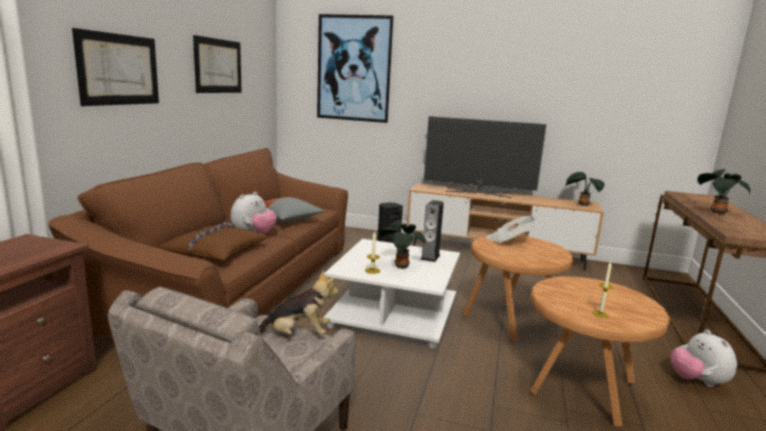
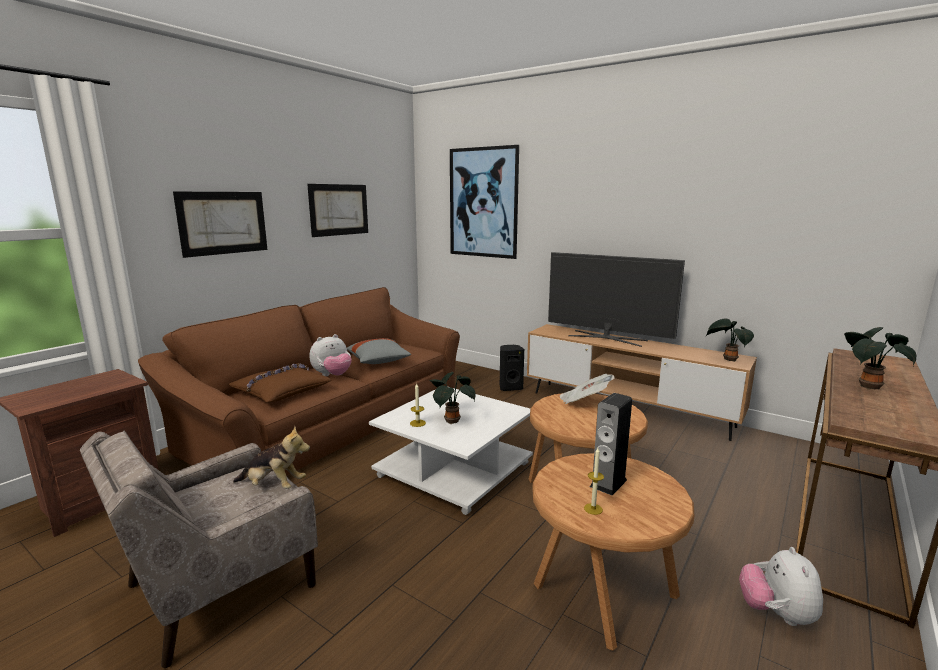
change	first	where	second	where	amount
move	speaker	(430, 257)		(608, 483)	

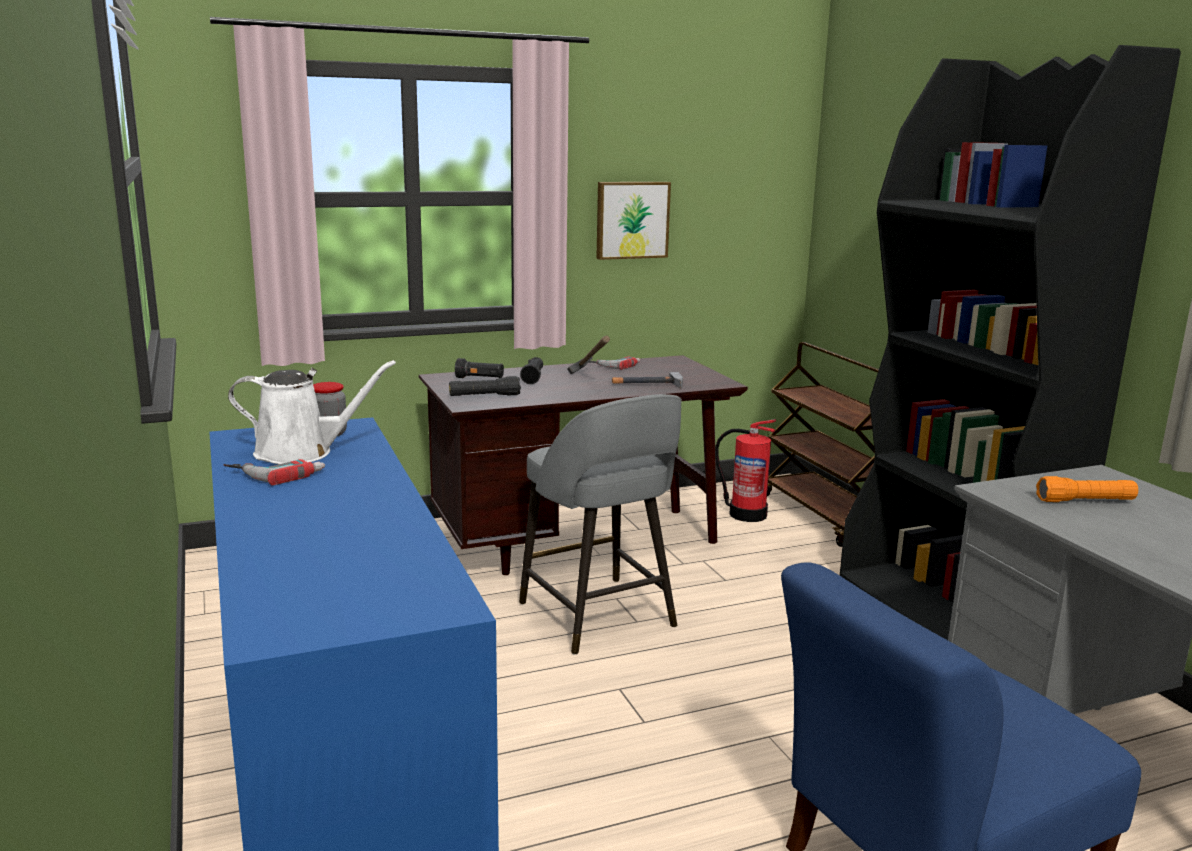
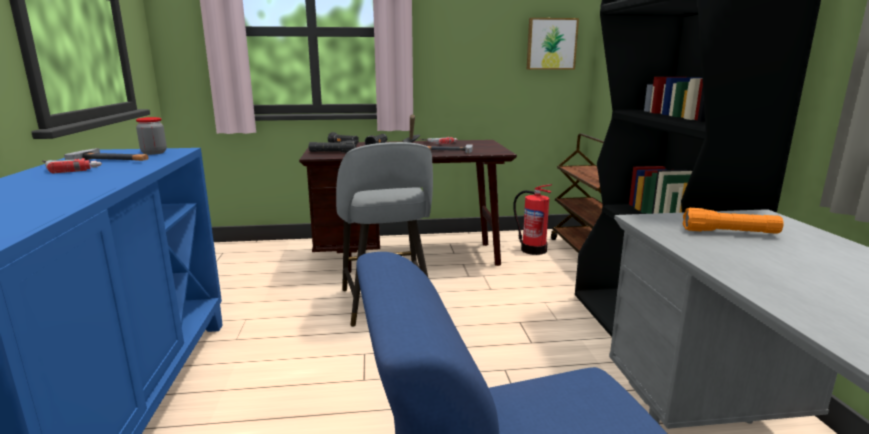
change	first	where	second	where	amount
replace	watering can in white	(301, 452)	hammer	(114, 160)	
move	picture	(631, 220)		(551, 44)	

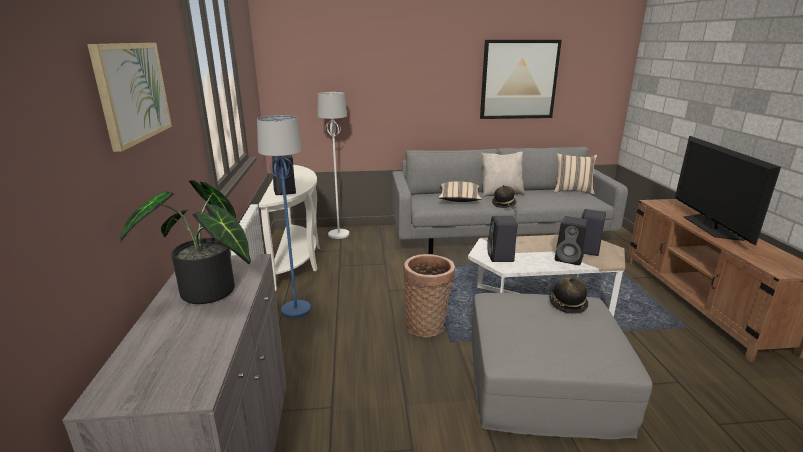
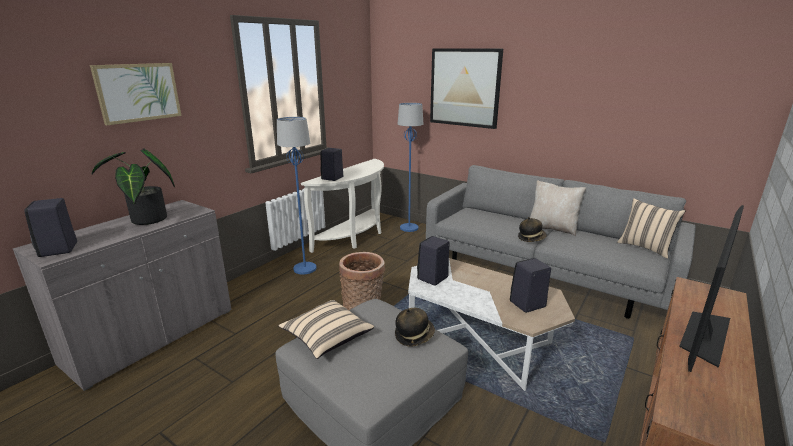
change	first	where	second	where	amount
recolor	floor lamp in white	(338, 234)	floor lamp in blue	(409, 228)	
move	pillow in beige	(459, 200)		(327, 338)	
move	picture	(519, 80)		(465, 87)	
move	speaker in black	(570, 259)		(58, 250)	

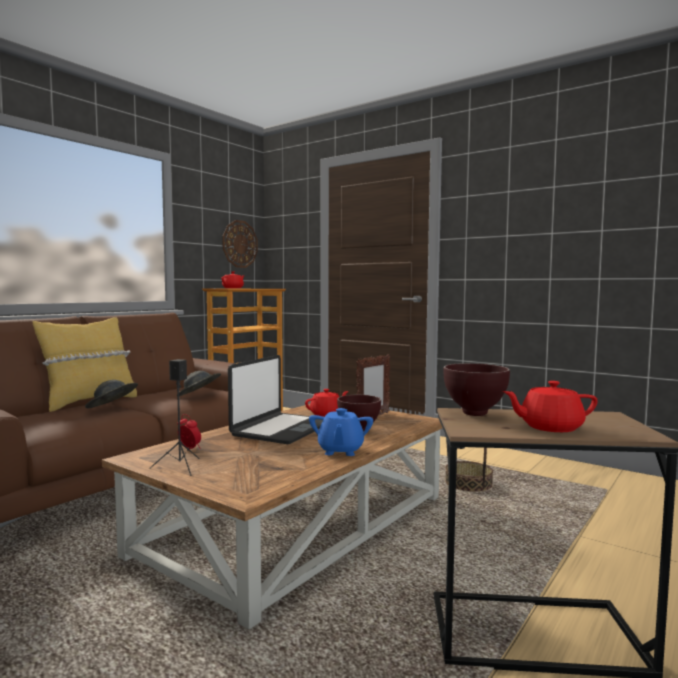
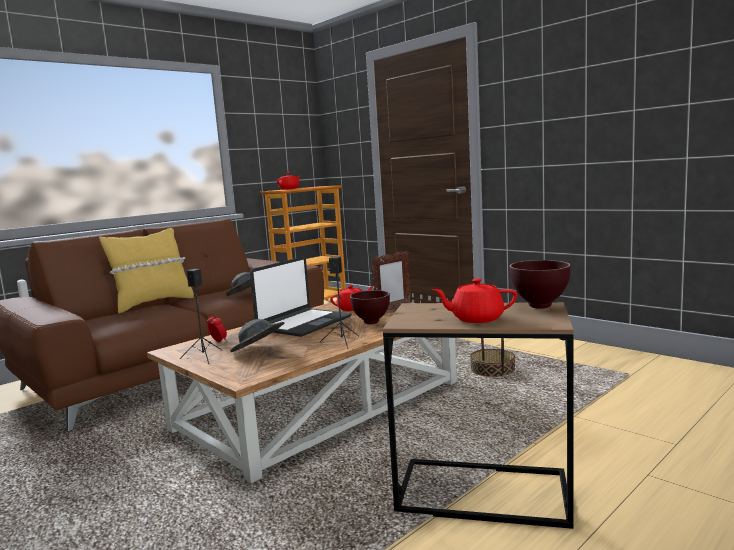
change	first	where	second	where	amount
move	hat in grey	(112, 408)		(258, 351)	
delete	wall clock	(240, 244)			
replace	teapot in blue	(340, 451)	speaker in black	(342, 341)	
move	bowl in brown	(476, 414)		(541, 306)	

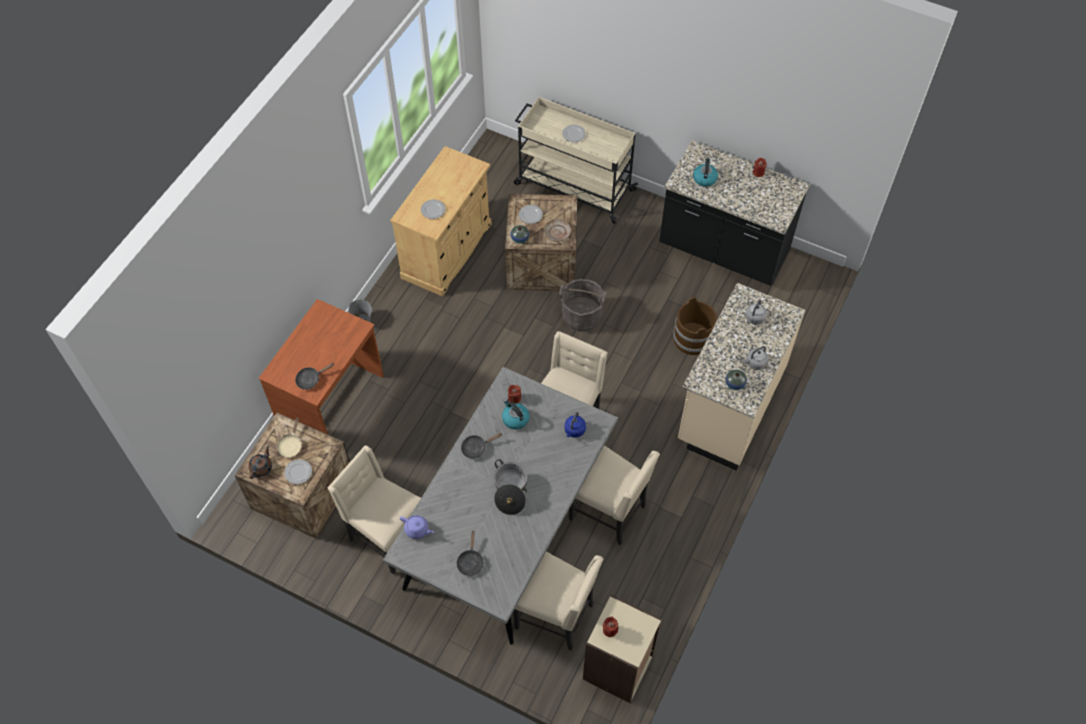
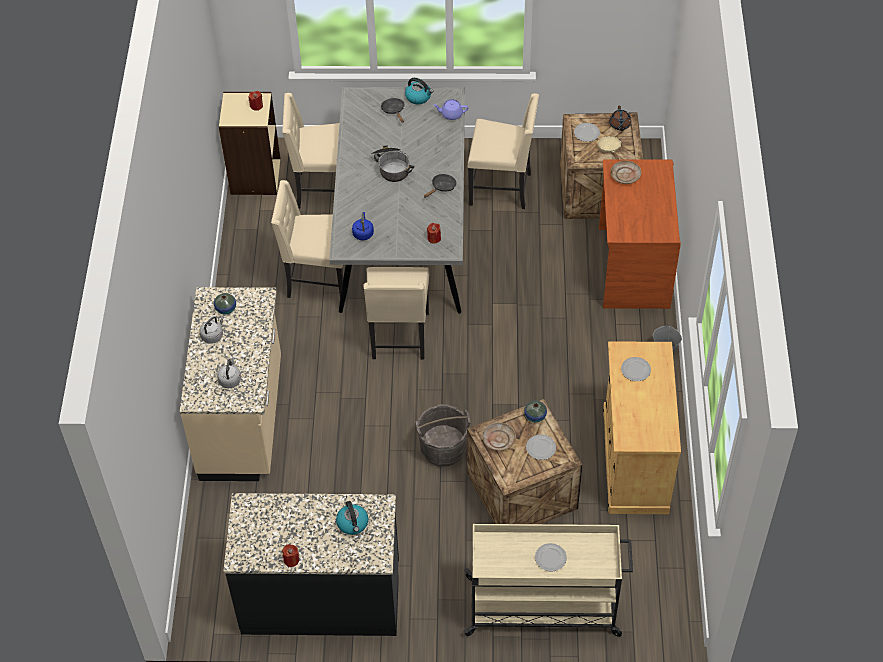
change	first	where	second	where	amount
replace	frying pan in black	(311, 379)	plate in beige	(625, 175)	
move	kettle	(515, 419)		(418, 97)	
delete	bucket in brown	(693, 339)			

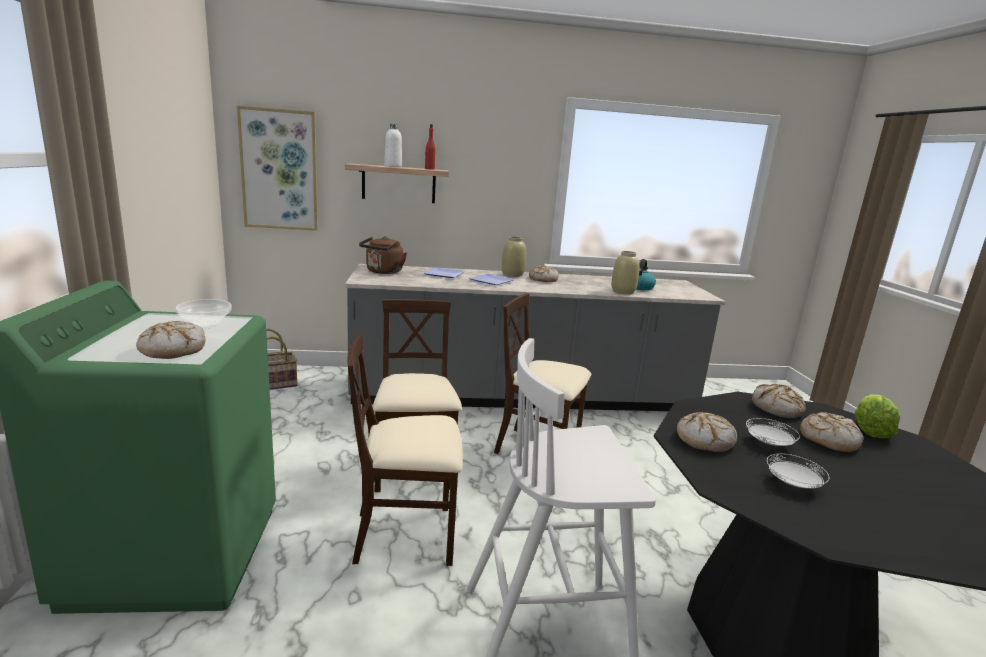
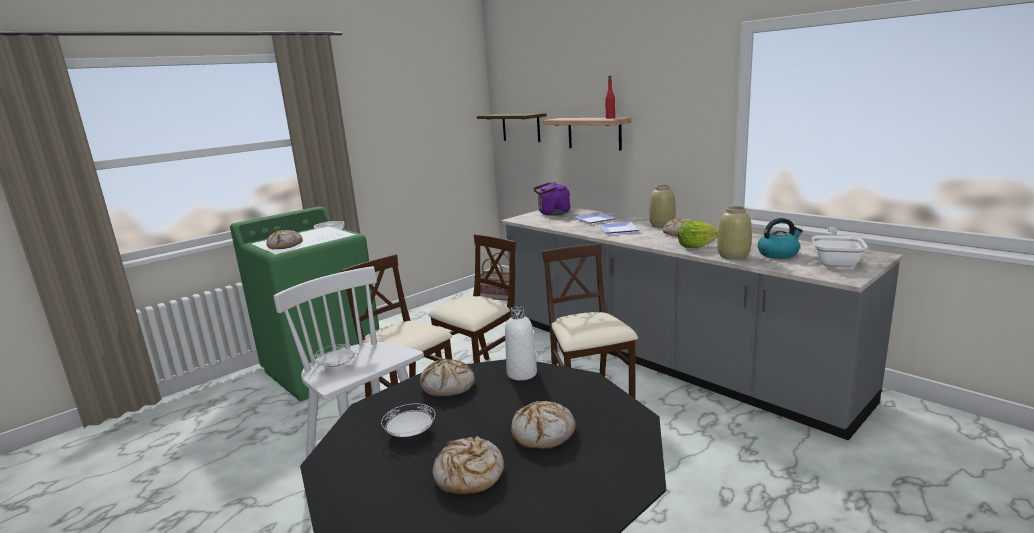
change	first	where	second	where	amount
replace	picture	(279, 170)	shelf	(521, 127)	
recolor	kettle in brown	(383, 272)	kettle in purple	(552, 213)	
move	bottle in white	(393, 166)		(522, 373)	
move	plate in white	(768, 444)		(336, 365)	
move	bread	(777, 409)		(469, 475)	
move	lettuce	(870, 430)		(696, 246)	
insert			frying pan	(836, 262)	

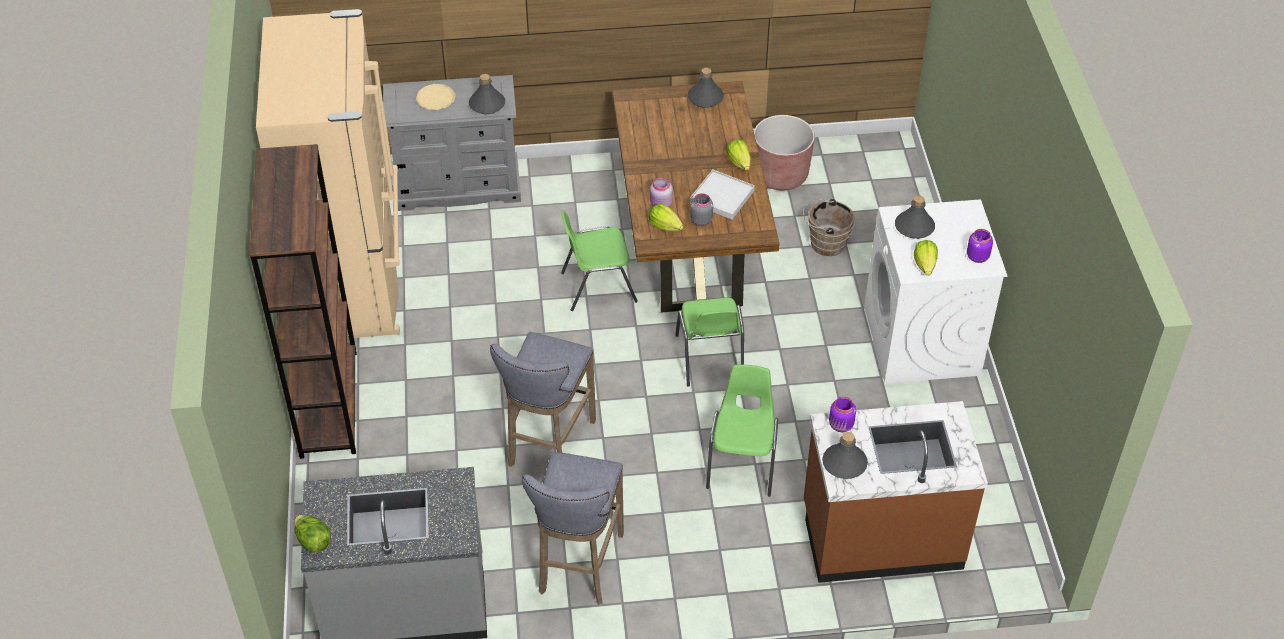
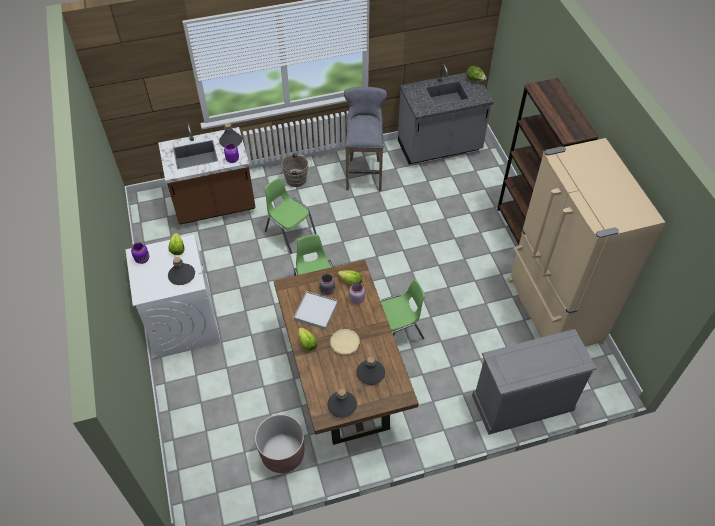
change	first	where	second	where	amount
move	plate in beige	(436, 99)		(345, 343)	
move	bottle in grey	(487, 104)		(370, 373)	
delete	stool in grey	(549, 446)			
rotate	chair in green	(743, 462)		(289, 232)	135 degrees clockwise
move	bucket in brown	(825, 243)		(298, 180)	

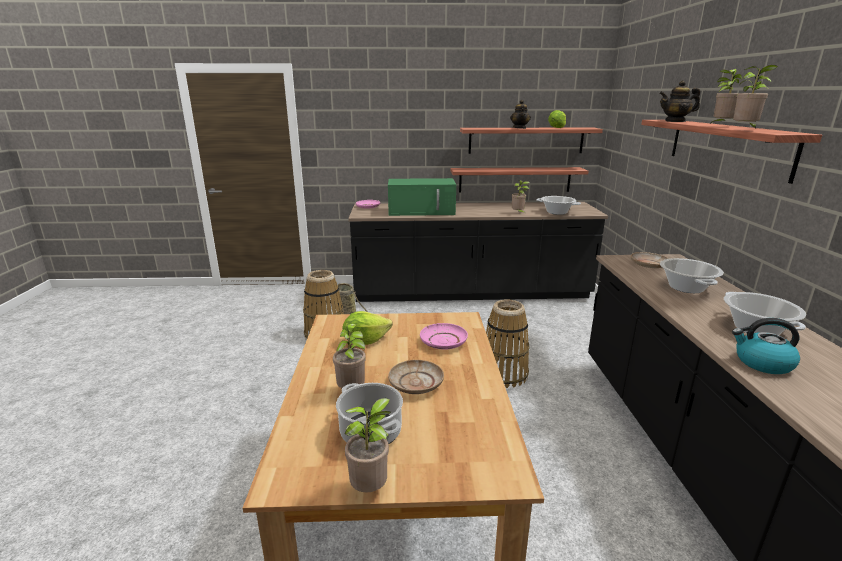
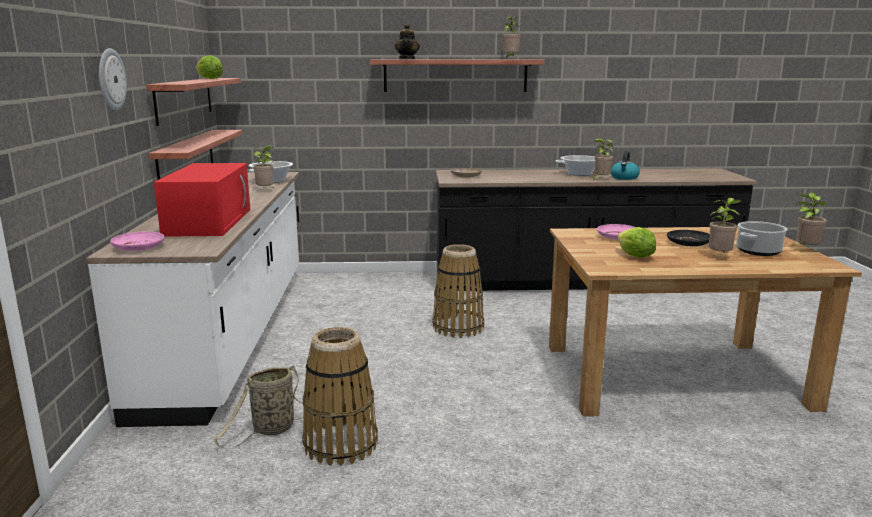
change	first	where	second	where	amount
recolor	counter in black	(471, 293)	counter in white	(233, 332)	
recolor	microwave in green	(422, 211)	microwave in red	(209, 221)	
recolor	plate in beige	(416, 383)	plate in black	(688, 243)	
delete	teapot	(519, 128)			
delete	cooking pot	(686, 288)			
move	potted plant	(721, 126)		(601, 180)	
insert			wall clock	(110, 79)	

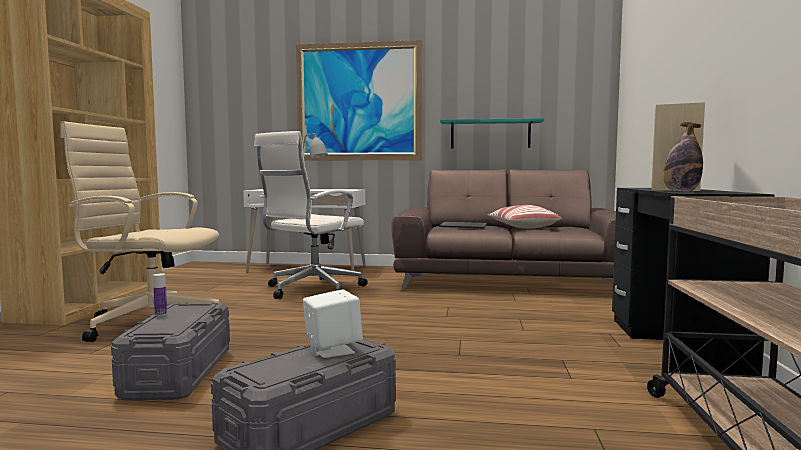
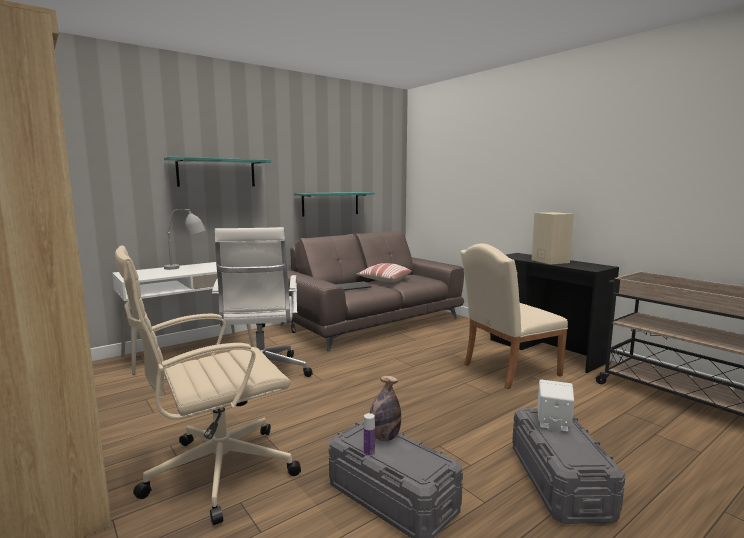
change	first	where	second	where	amount
replace	picture	(358, 102)	shelf in turquoise	(216, 173)	
move	bottle	(681, 191)		(384, 437)	
insert			chair in beige	(506, 371)	

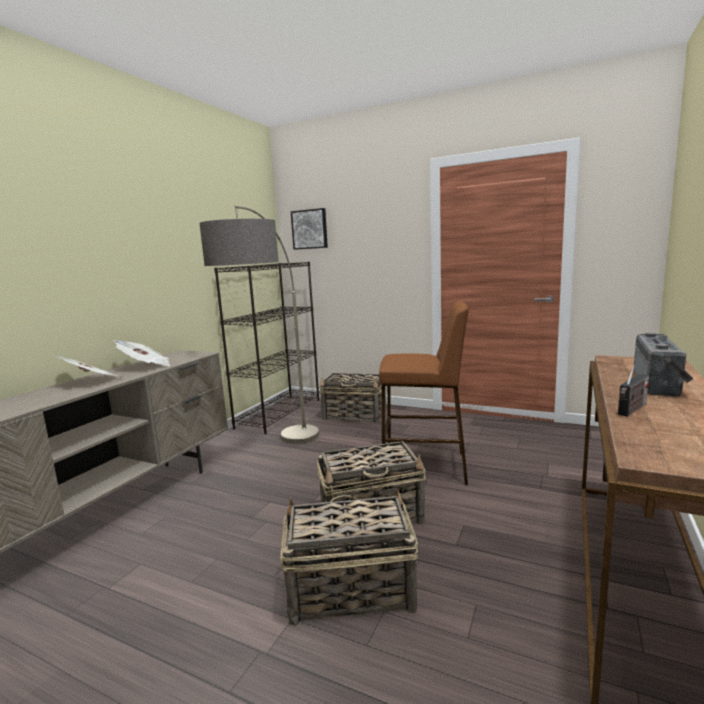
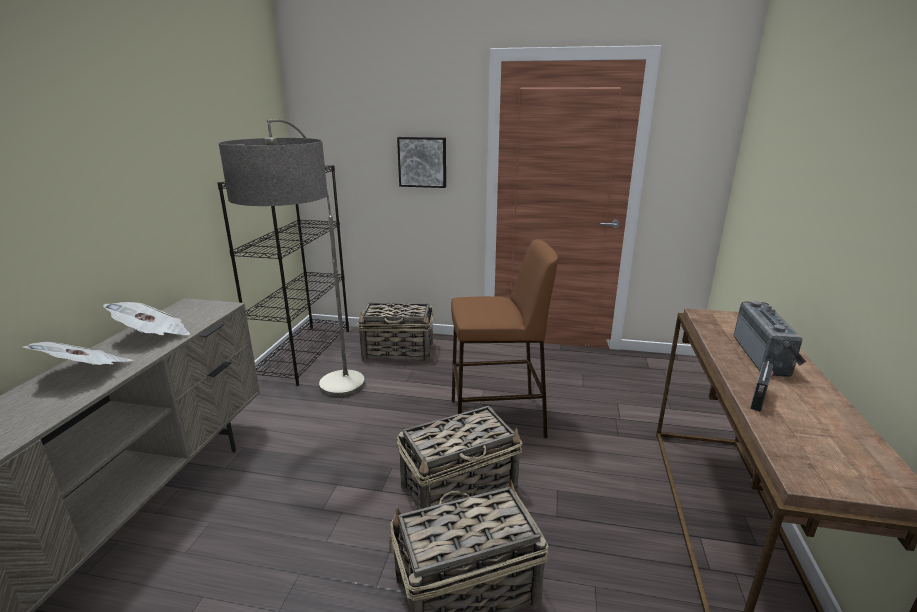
change	first	where	second	where	amount
move	picture	(310, 229)		(422, 162)	

